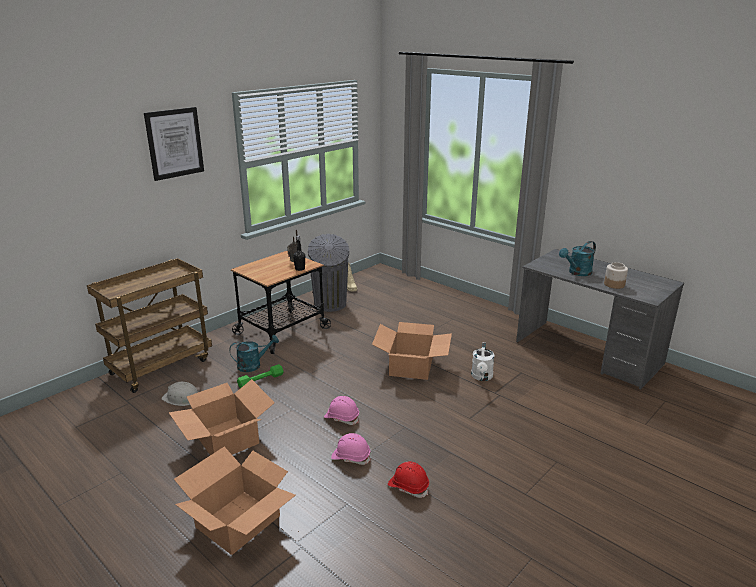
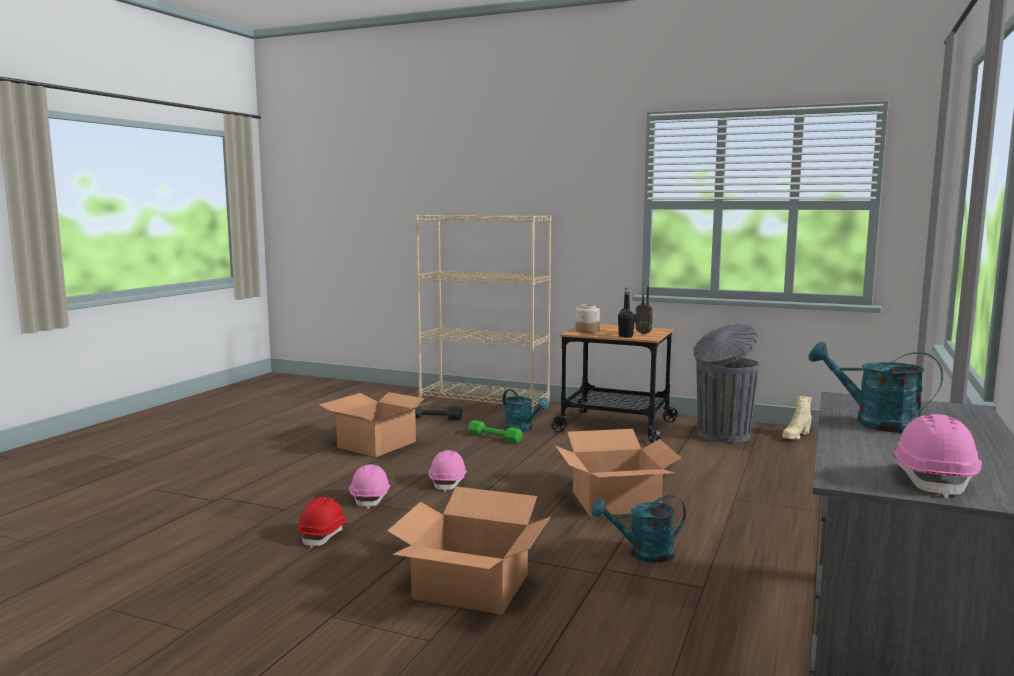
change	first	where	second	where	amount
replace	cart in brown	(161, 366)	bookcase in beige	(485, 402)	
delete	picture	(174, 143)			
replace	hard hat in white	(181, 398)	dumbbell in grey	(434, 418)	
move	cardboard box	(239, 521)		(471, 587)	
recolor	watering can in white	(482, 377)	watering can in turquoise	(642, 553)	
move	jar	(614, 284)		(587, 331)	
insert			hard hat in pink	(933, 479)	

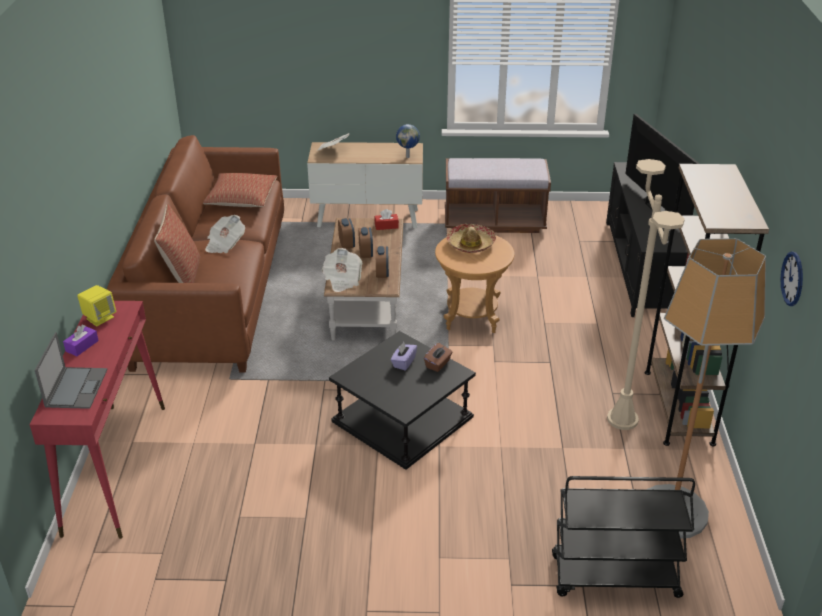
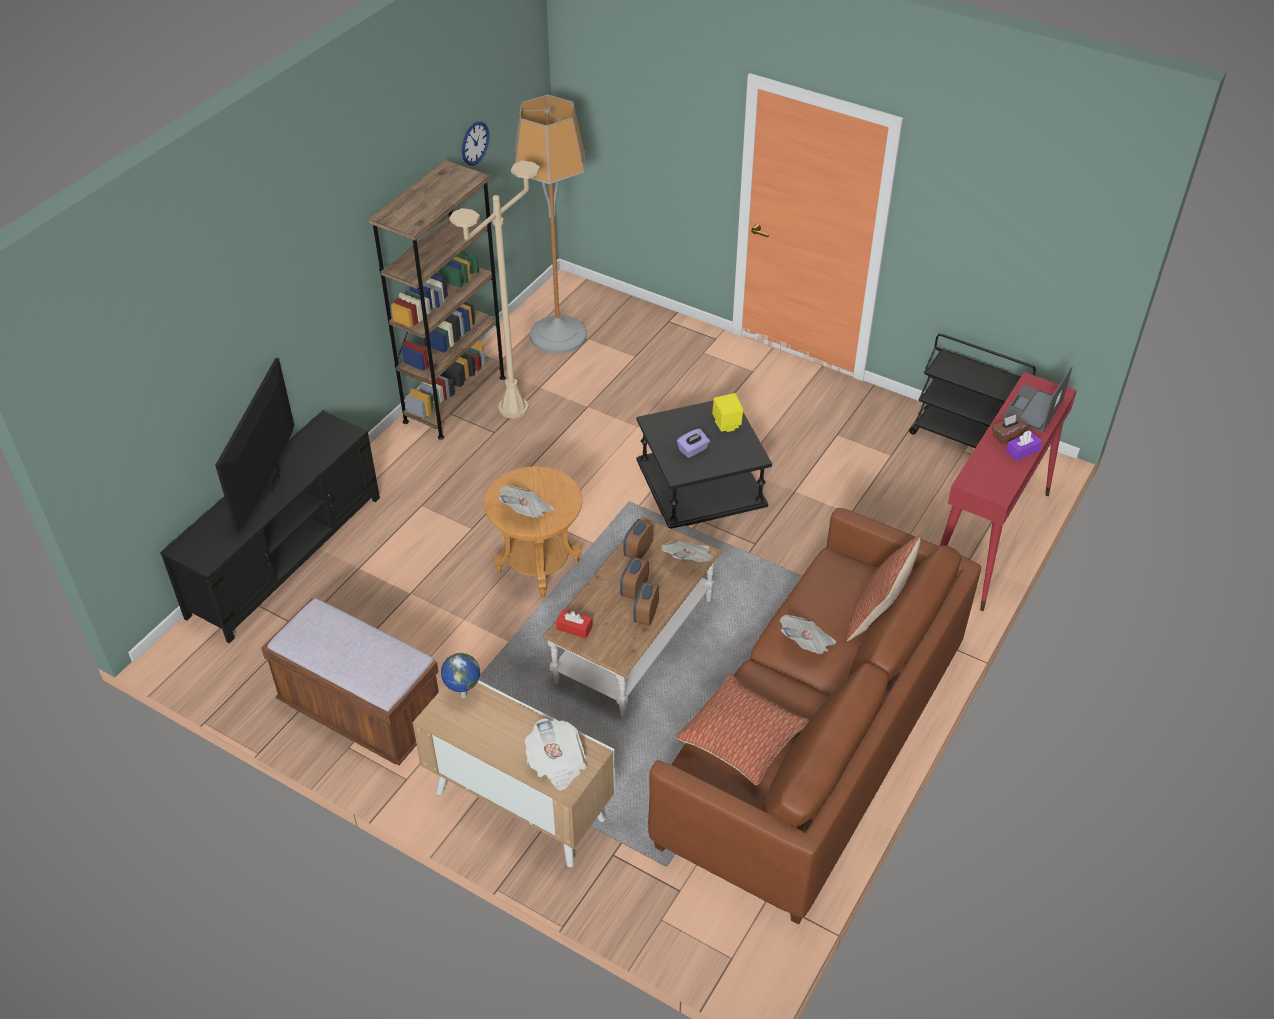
change	first	where	second	where	amount
move	speaker in yellow	(100, 318)		(727, 424)	
move	tissue box in brown	(438, 364)		(1007, 436)	
replace	hat	(470, 244)	newspaper	(526, 512)	
move	cart in black	(614, 577)		(966, 439)	

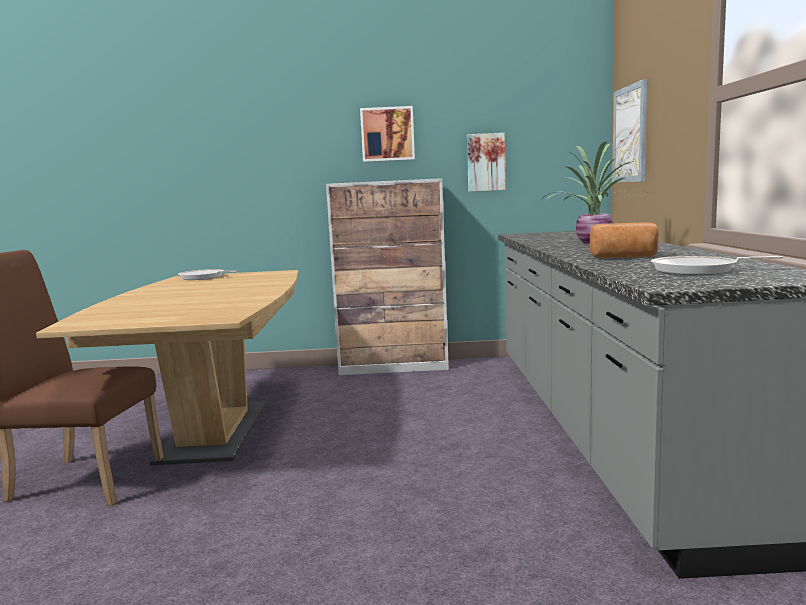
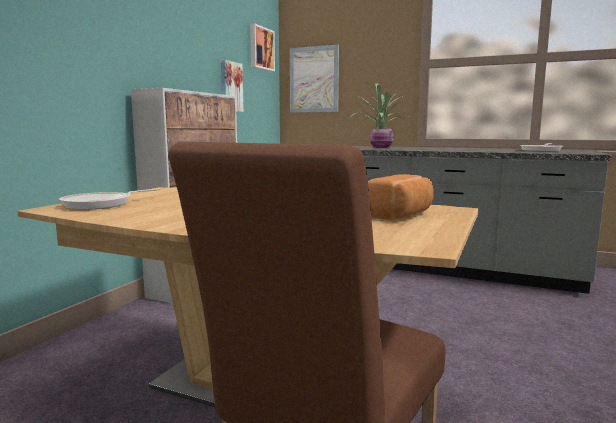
change	first	where	second	where	amount
move	picture	(387, 134)		(261, 48)	
move	bread	(624, 257)		(402, 215)	

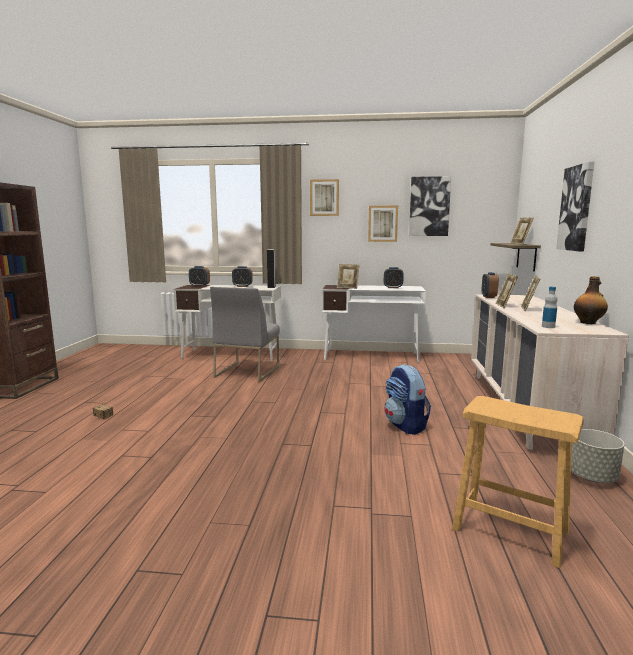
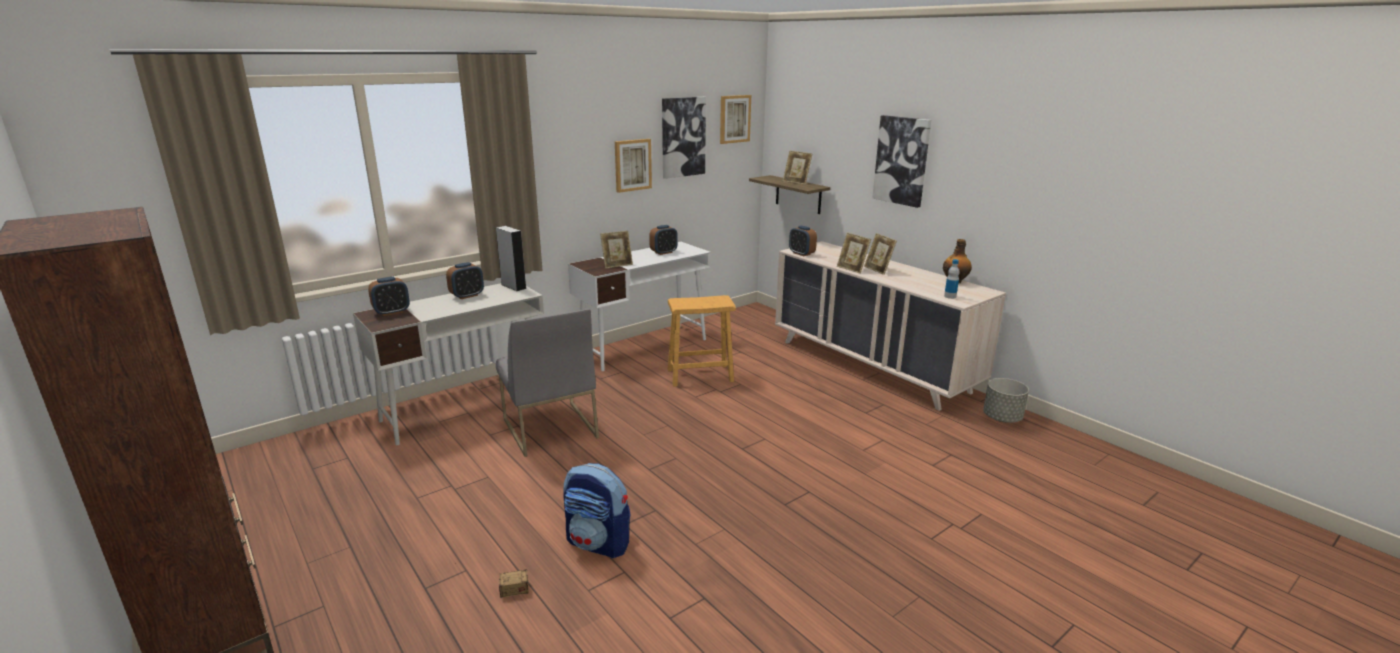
change	first	where	second	where	amount
move	picture	(324, 197)		(734, 119)	
move	backpack	(405, 426)		(599, 543)	
move	stool in brown	(510, 530)		(700, 375)	

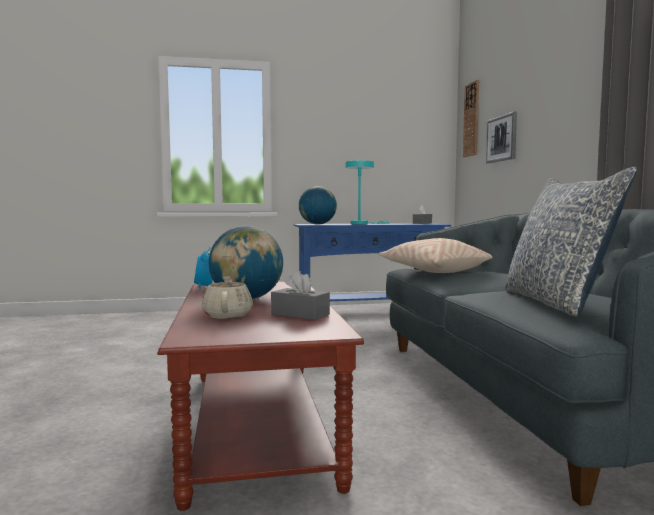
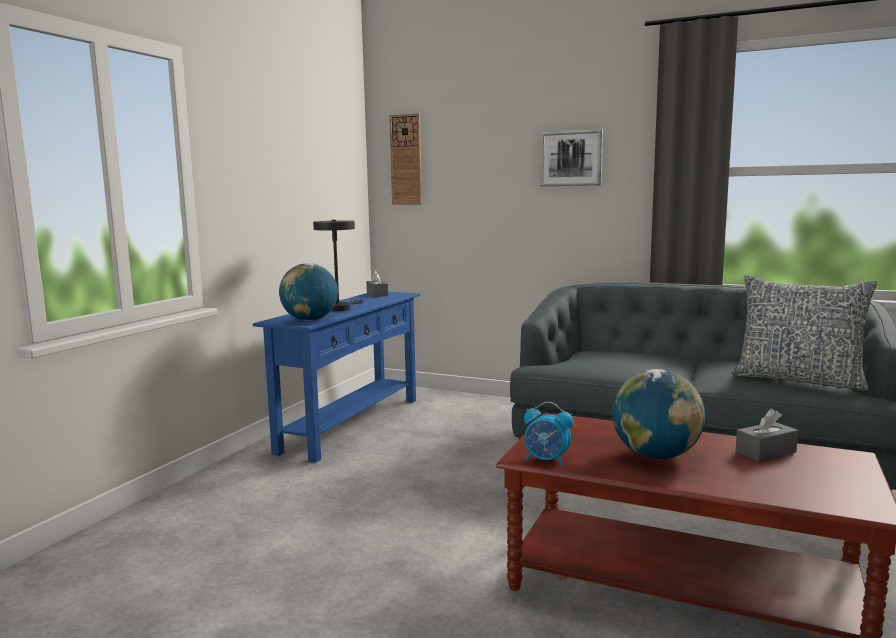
change	first	where	second	where	amount
delete	teapot in beige	(228, 315)			
recolor	table lamp in turquoise	(362, 224)	table lamp in grey	(340, 308)	
delete	pillow in beige	(433, 271)			
move	picture	(502, 138)		(571, 158)	

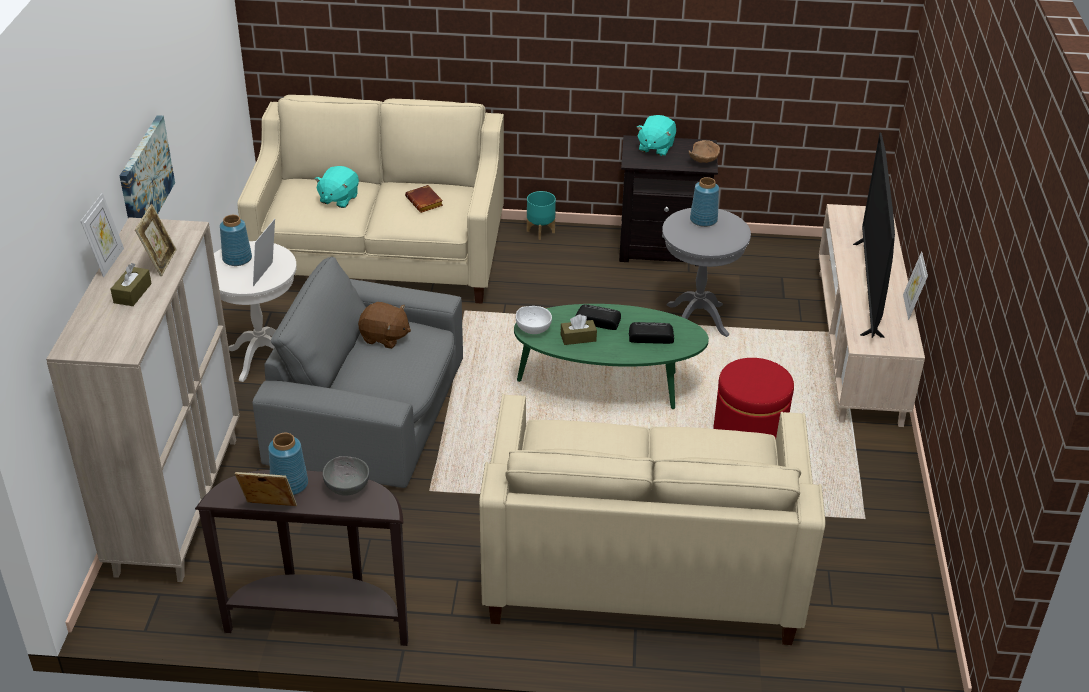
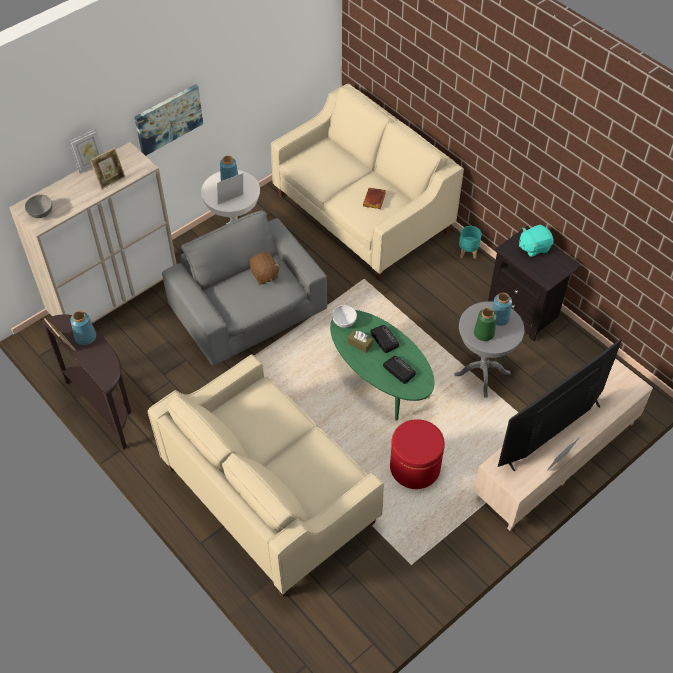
change	first	where	second	where	amount
delete	tissue box in brown	(132, 293)			
delete	plush toy in turquoise	(338, 199)			
move	bowl in grey	(347, 486)		(41, 212)	
delete	bowl in brown	(703, 162)			
insert			vase in green	(483, 333)	

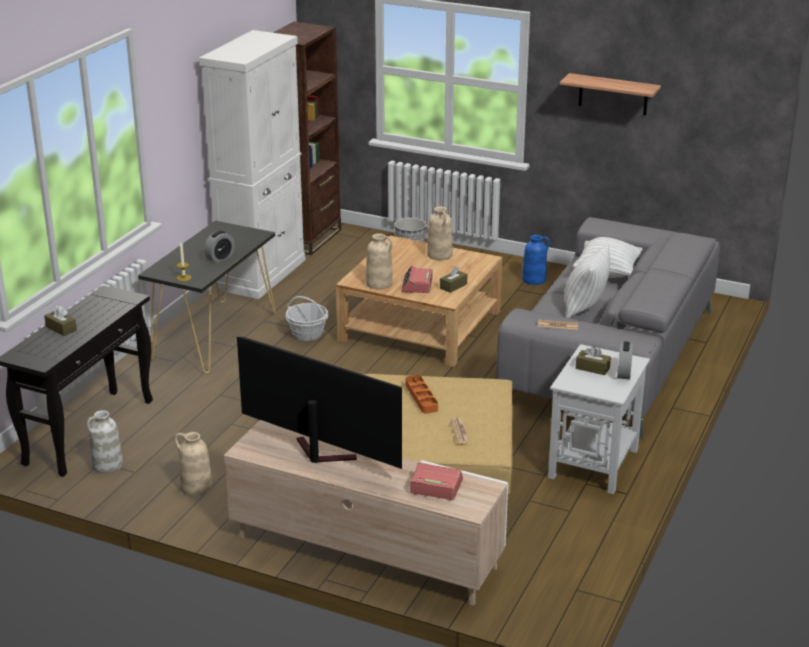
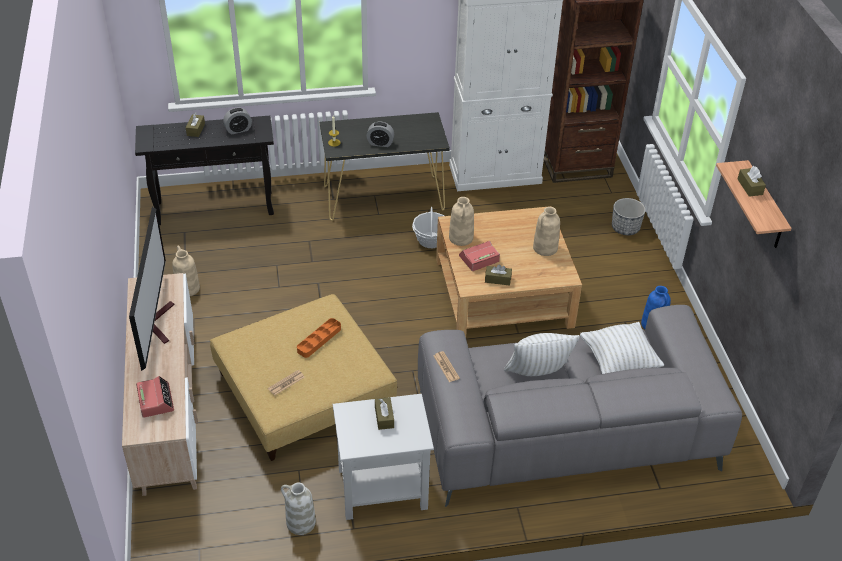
change	first	where	second	where	amount
move	vase in white	(107, 465)		(300, 523)	
move	alarm clock	(624, 373)		(238, 130)	
insert			tissue box in brown	(750, 187)	

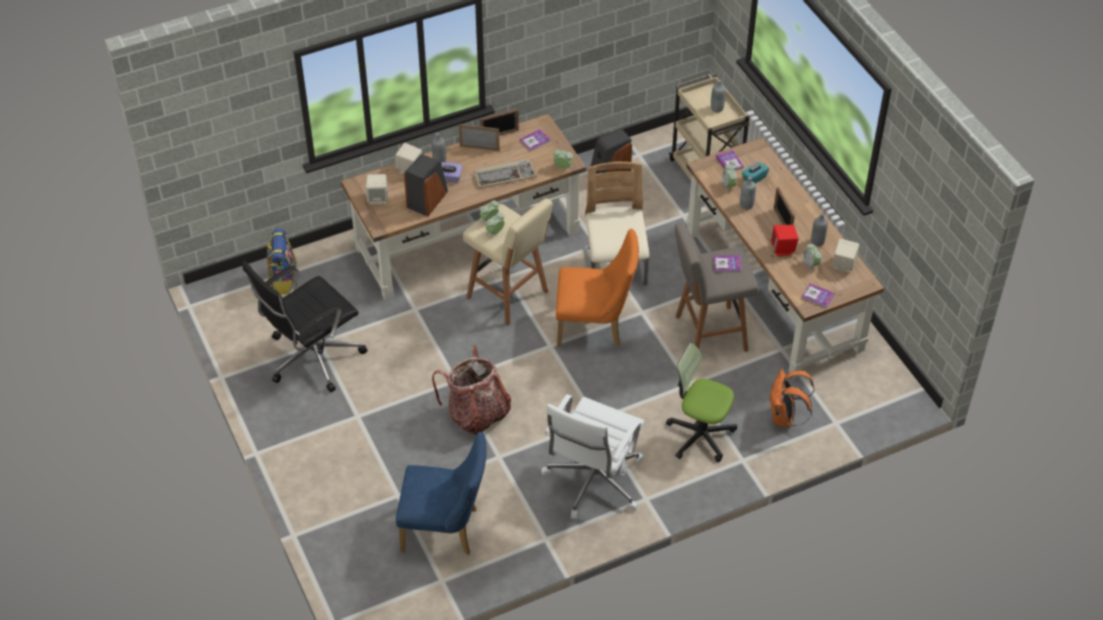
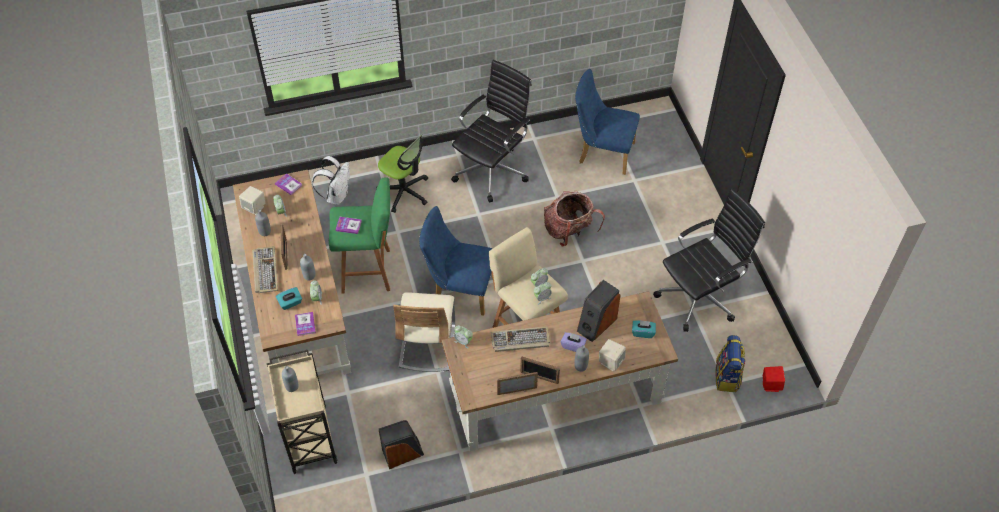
change	first	where	second	where	amount
replace	speaker in beige	(378, 198)	tissue box in turquoise	(643, 332)	
delete	book	(535, 140)			
recolor	office chair in white	(593, 482)	office chair in black	(492, 170)	
recolor	chair in orange	(595, 327)	chair in blue	(459, 290)	
recolor	stool in grey	(708, 334)	stool in green	(368, 271)	
move	speaker in red	(783, 249)		(770, 385)	
recolor	backpack in orange	(785, 418)	backpack in white	(336, 196)	
insert			keyboard	(265, 271)	

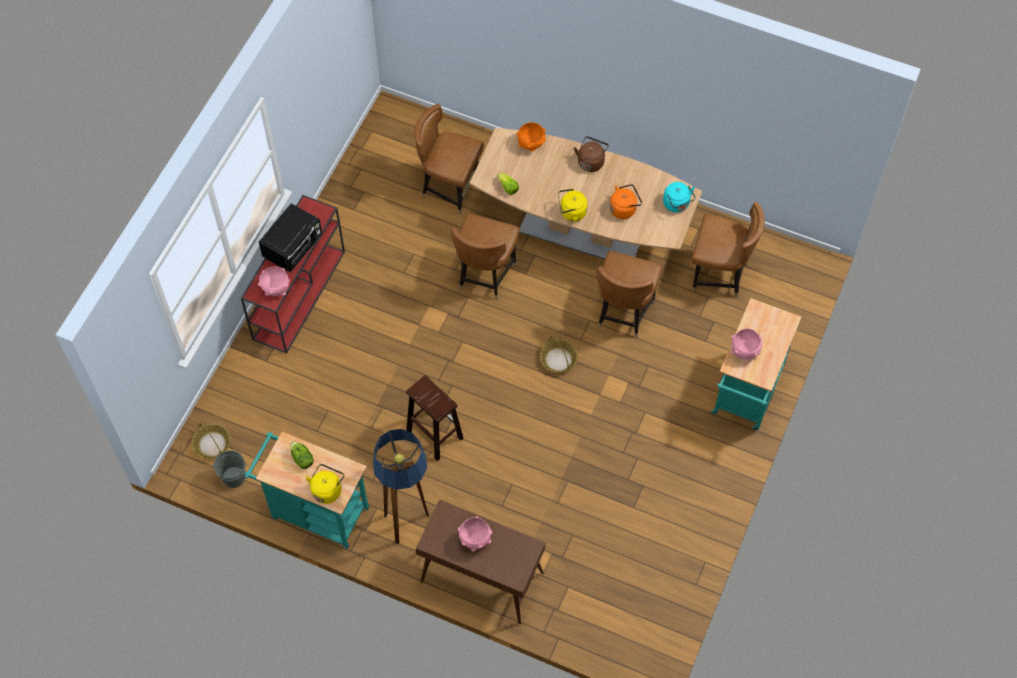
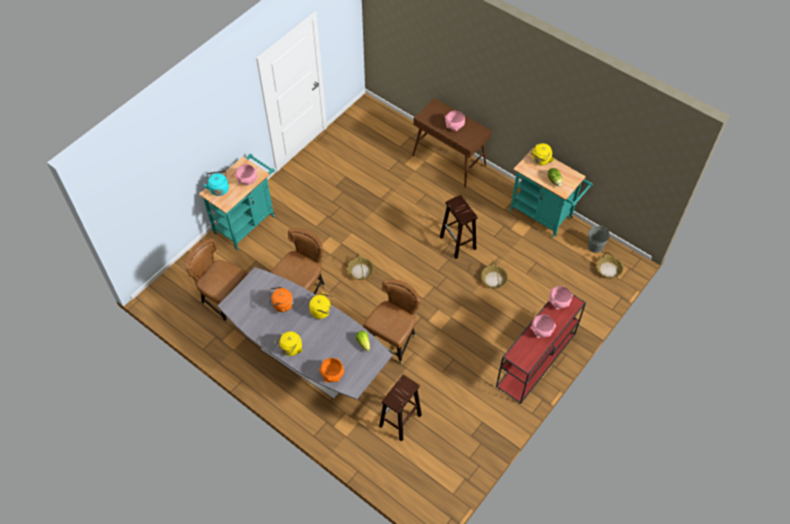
change	first	where	second	where	amount
replace	microwave in black	(294, 247)	bowl in pink	(541, 331)	
delete	floor lamp	(407, 522)			
replace	chair in brown	(450, 188)	stool in brown	(400, 421)	
recolor	dining table in brown	(582, 231)	dining table in grey	(308, 360)	
recolor	kettle in brown	(591, 161)	kettle in yellow	(290, 349)	
move	kettle in turquoise	(677, 205)		(219, 188)	
insert			basket	(494, 279)	

